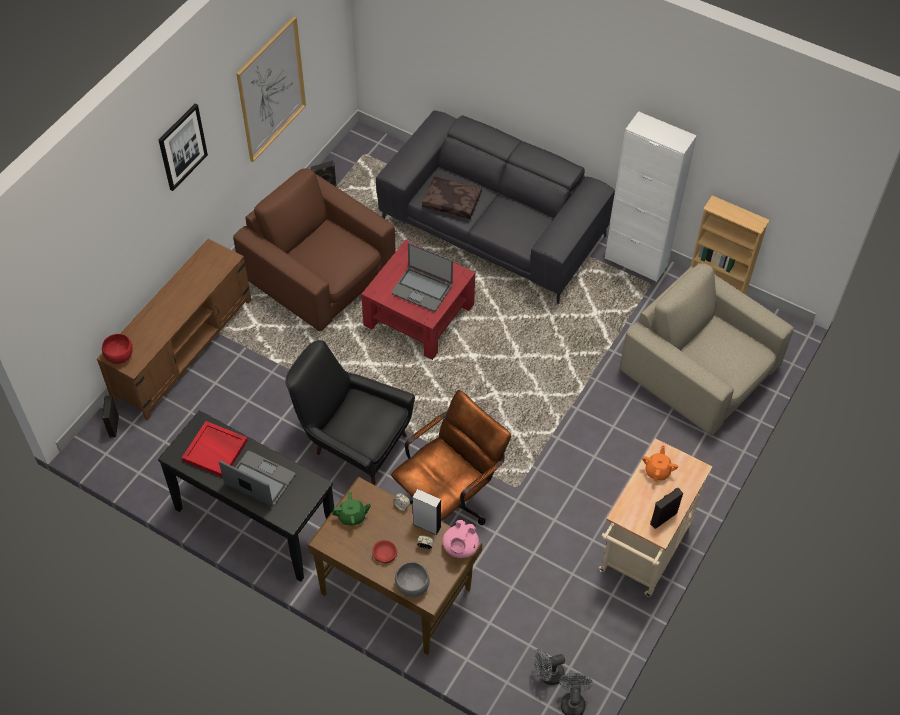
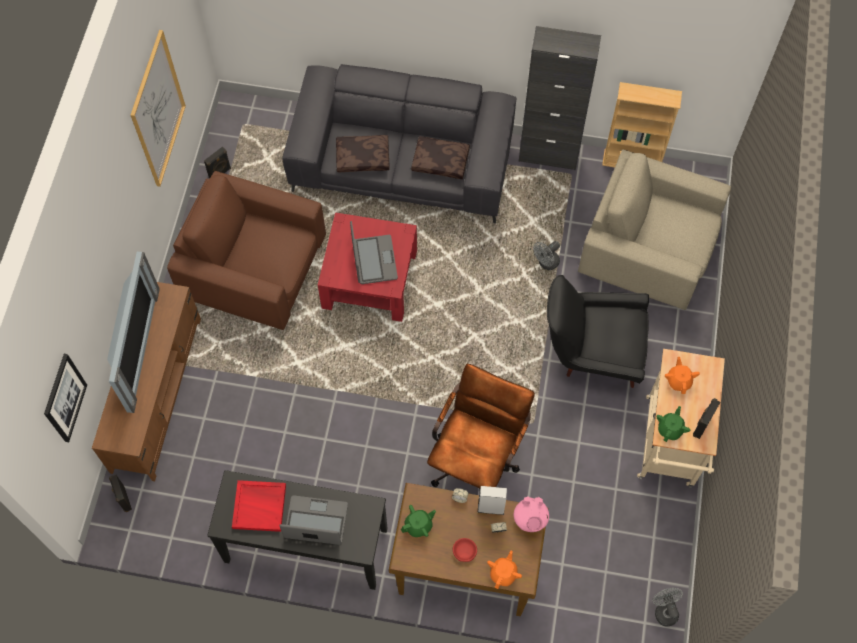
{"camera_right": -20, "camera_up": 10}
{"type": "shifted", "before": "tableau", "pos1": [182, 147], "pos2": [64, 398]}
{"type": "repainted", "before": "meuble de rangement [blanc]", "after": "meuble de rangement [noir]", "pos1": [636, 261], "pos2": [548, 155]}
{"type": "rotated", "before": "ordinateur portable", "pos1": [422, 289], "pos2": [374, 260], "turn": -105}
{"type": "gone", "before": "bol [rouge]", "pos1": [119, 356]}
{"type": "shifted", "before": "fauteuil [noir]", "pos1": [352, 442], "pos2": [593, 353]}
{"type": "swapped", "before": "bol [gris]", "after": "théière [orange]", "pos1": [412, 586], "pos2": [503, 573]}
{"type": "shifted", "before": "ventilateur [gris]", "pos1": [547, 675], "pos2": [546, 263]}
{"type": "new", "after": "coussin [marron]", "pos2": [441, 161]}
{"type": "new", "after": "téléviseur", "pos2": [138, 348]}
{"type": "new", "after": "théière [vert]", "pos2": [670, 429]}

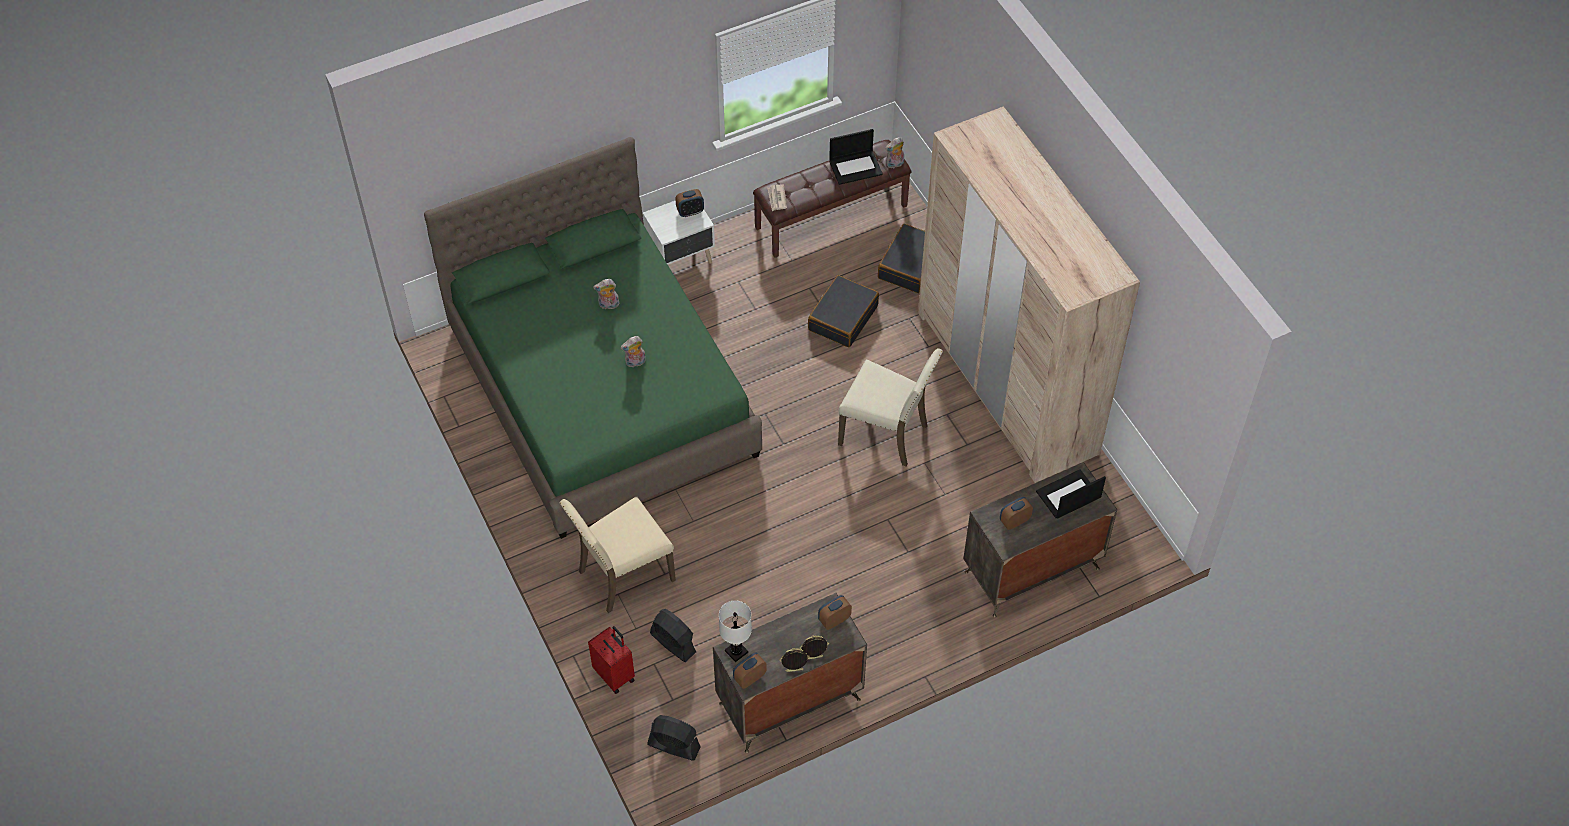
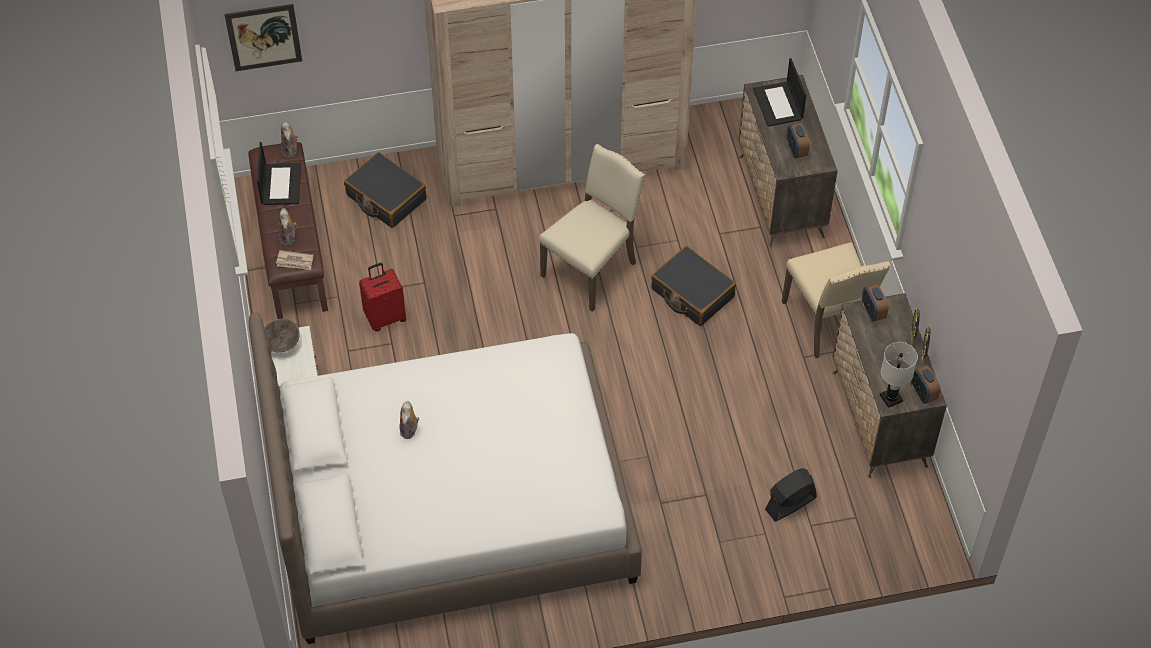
{"camera_right": -75, "camera_up": 0}
{"type": "repainted", "before": "lit [vert]", "after": "lit [blanc]", "pos1": [602, 390], "pos2": [451, 506]}
{"type": "swapped", "before": "réveil", "after": "bol [marron]", "pos1": [690, 212], "pos2": [281, 343]}
{"type": "shifted", "before": "valise [noir]", "pos1": [842, 318], "pos2": [692, 293]}
{"type": "shifted", "before": "peluche", "pos1": [635, 363], "pos2": [289, 238]}
{"type": "shifted", "before": "chaise [beige]", "pos1": [623, 575], "pos2": [828, 323]}
{"type": "shifted", "before": "valise [rouge]", "pos1": [615, 675], "pos2": [385, 317]}
{"type": "gone", "before": "ventilateur [noir]", "pos1": [673, 745]}
{"type": "new", "after": "tableau", "pos2": [263, 37]}

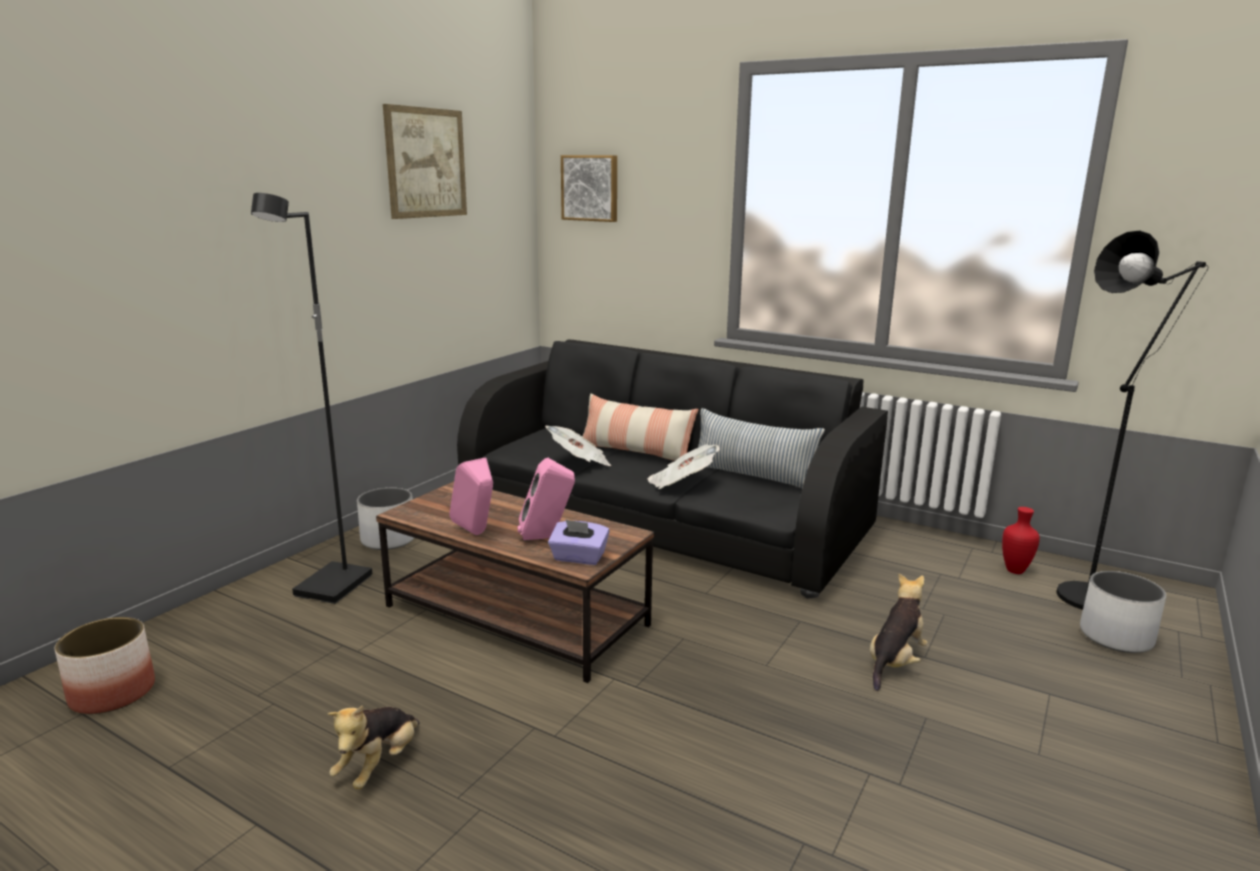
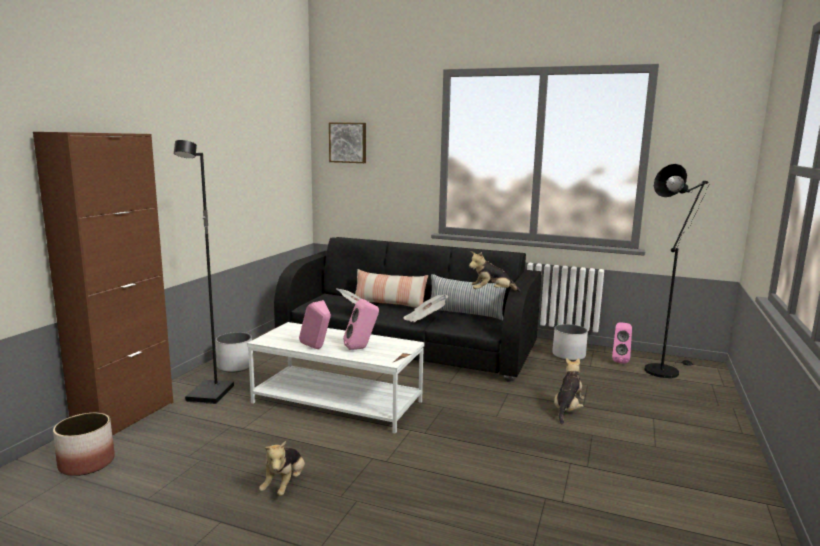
{"camera_right": -10, "camera_up": -5}
{"type": "gone", "before": "tableau", "pos1": [426, 163]}
{"type": "repainted", "before": "table basse [marron]", "after": "table basse [blanc]", "pos1": [517, 615], "pos2": [338, 402]}
{"type": "swapped", "before": "vase [rouge]", "after": "enceinte [rose]", "pos1": [1016, 570], "pos2": [620, 360]}
{"type": "gone", "before": "boîte à mouchoirs [violet]", "pos1": [578, 558]}
{"type": "shifted", "before": "cache-pot [blanc]", "pos1": [1116, 636], "pos2": [568, 355]}
{"type": "new", "after": "meuble de rangement [marron]", "pos2": [125, 417]}
{"type": "new", "after": "peluche", "pos2": [491, 292]}

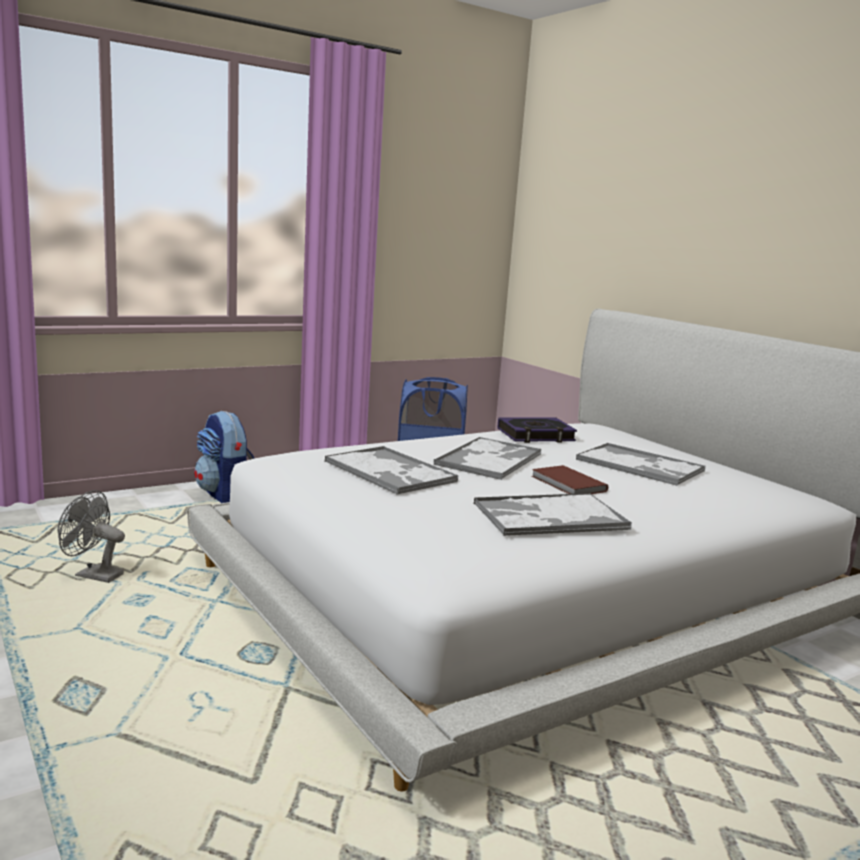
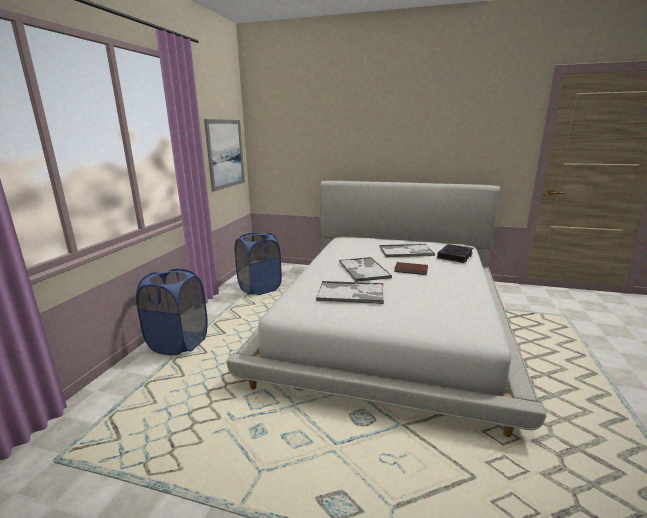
{"camera_right": -40, "camera_up": 5}
{"type": "swapped", "before": "sac à dos", "after": "panier à linge [bleu]", "pos1": [225, 495], "pos2": [179, 343]}
{"type": "shifted", "before": "livre", "pos1": [535, 435], "pos2": [455, 256]}
{"type": "gone", "before": "ventilateur [gris]", "pos1": [93, 575]}
{"type": "gone", "before": "plateau", "pos1": [548, 517]}
{"type": "new", "after": "tableau", "pos2": [225, 154]}

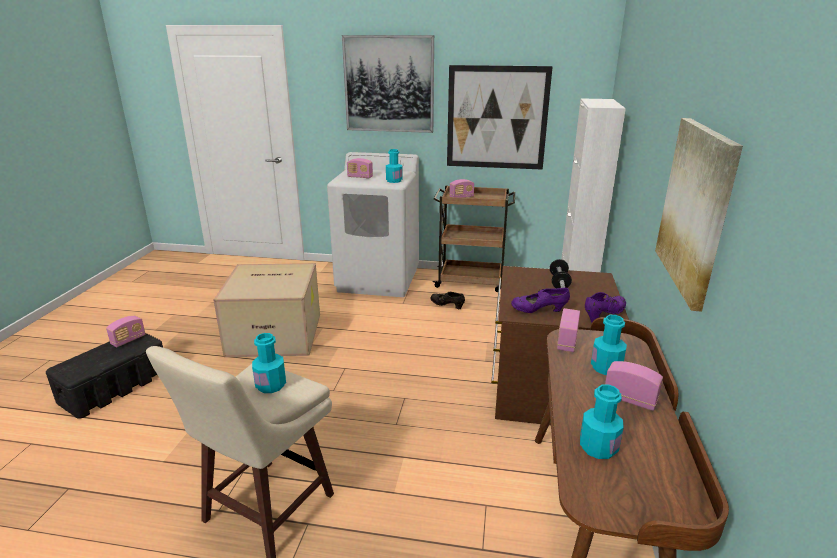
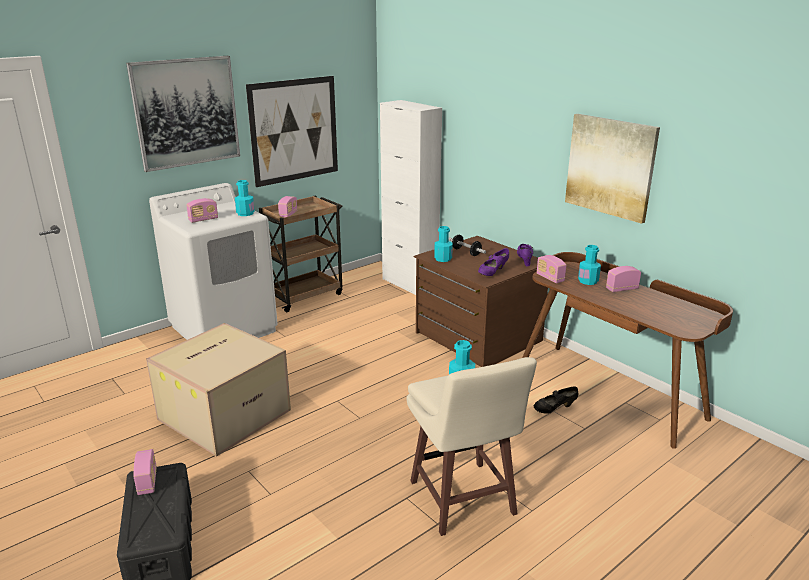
{"camera_right": -50, "camera_up": 0}
{"type": "shifted", "before": "chaussure [noir]", "pos1": [447, 306], "pos2": [554, 409]}
{"type": "shifted", "before": "bouteille [turquoise]", "pos1": [598, 447], "pos2": [443, 259]}

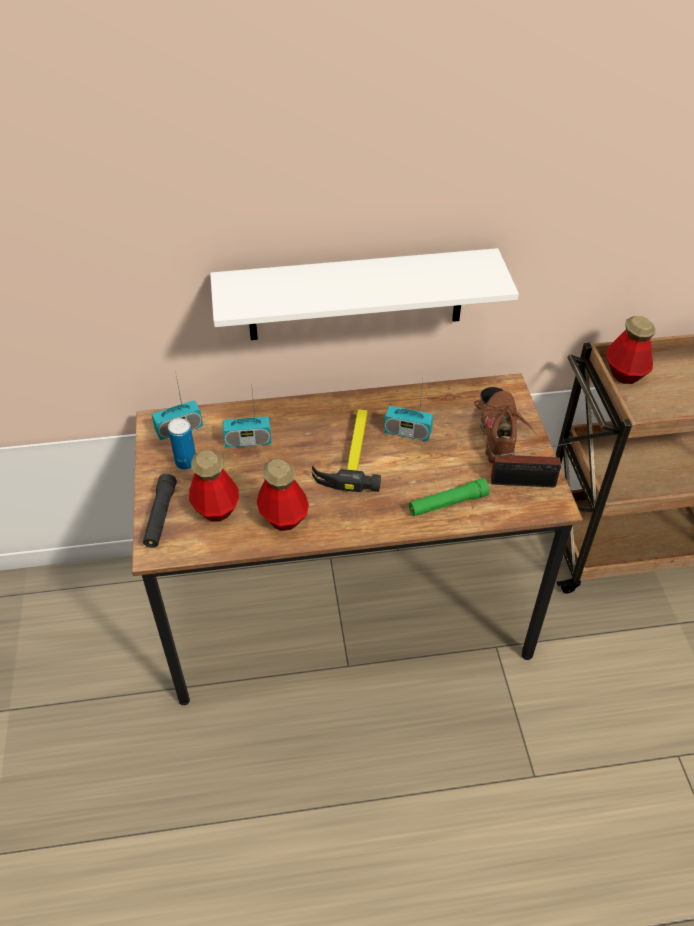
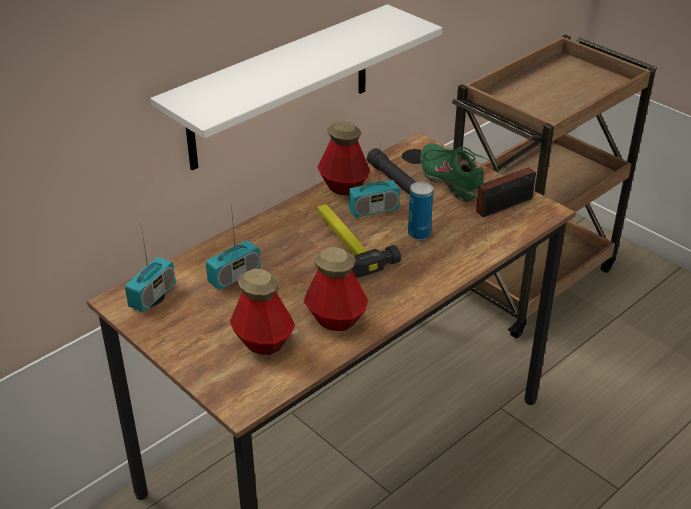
{"camera_right": -35, "camera_up": -10}
{"type": "shifted", "before": "bouteille", "pos1": [624, 373], "pos2": [343, 186]}
{"type": "repainted", "before": "chaussure [marron]", "after": "chaussure [vert]", "pos1": [500, 435], "pos2": [451, 180]}
{"type": "shifted", "before": "boîte métallique", "pos1": [186, 463], "pos2": [419, 234]}
{"type": "shifted", "before": "lampe de poche [noir]", "pos1": [160, 516], "pos2": [394, 180]}
{"type": "gone", "before": "lampe de poche [vert]", "pos1": [447, 503]}

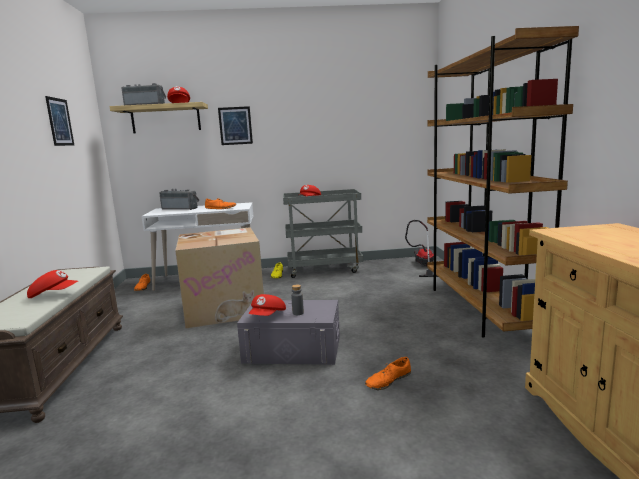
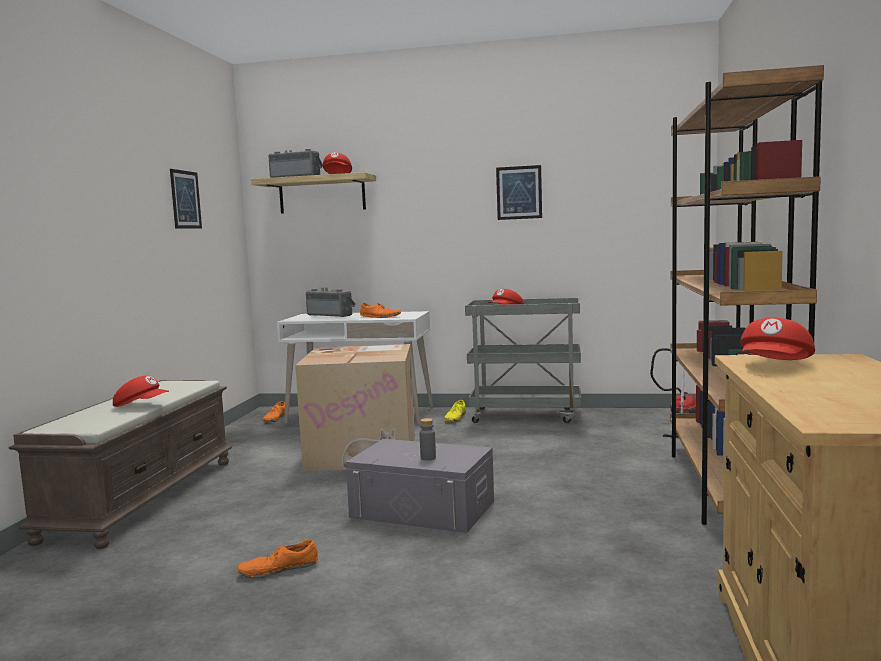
{"camera_right": 15, "camera_up": -5}
{"type": "shifted", "before": "tableau", "pos1": [235, 125], "pos2": [519, 192]}
{"type": "shifted", "before": "casquette [rouge]", "pos1": [268, 316], "pos2": [776, 366]}
{"type": "shifted", "before": "chaussure [orange]", "pos1": [388, 380], "pos2": [278, 569]}

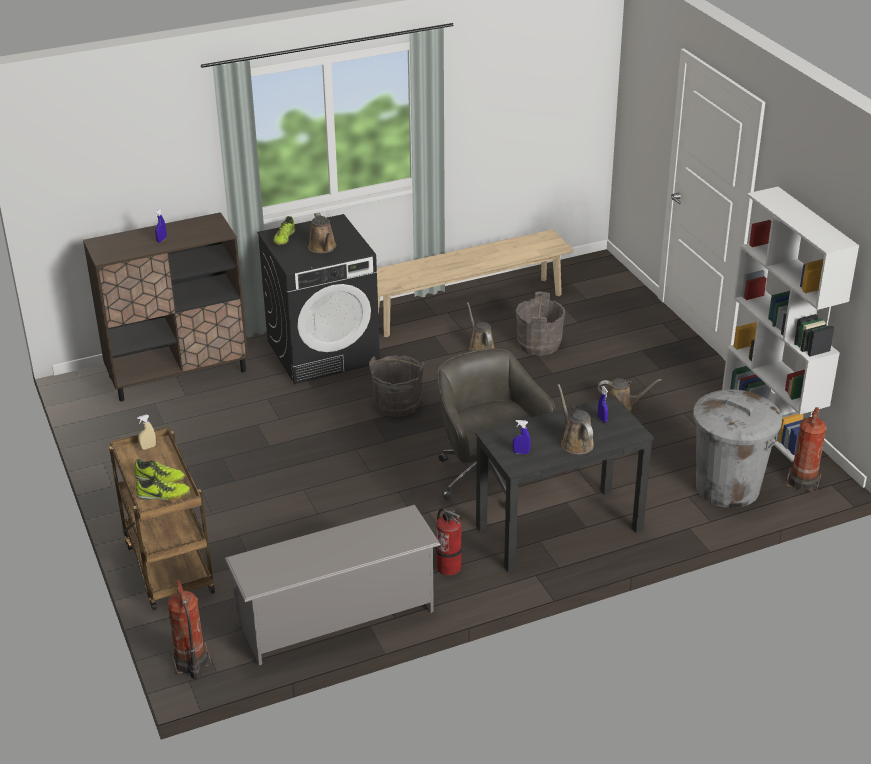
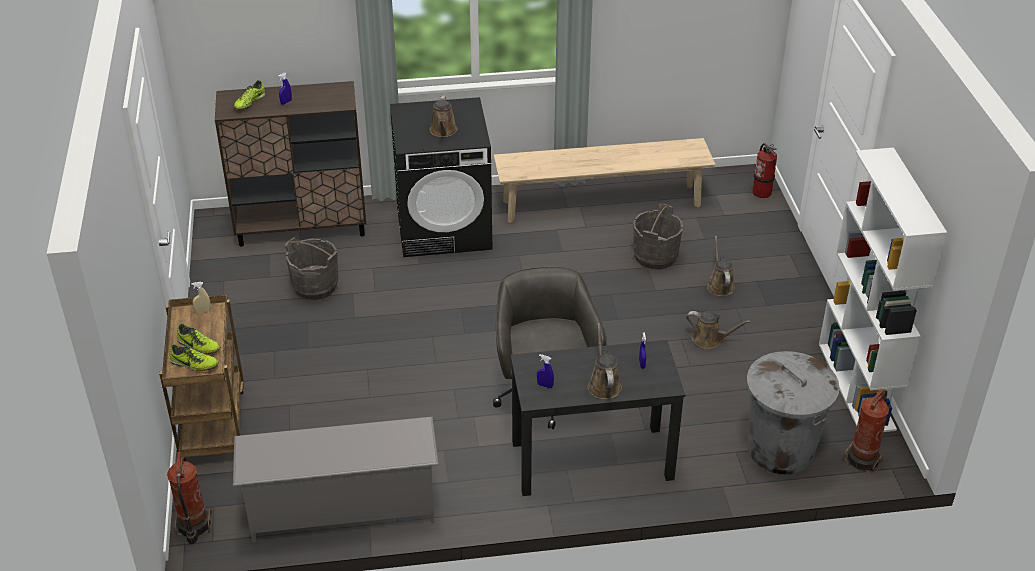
{"camera_right": 15, "camera_up": 5}
{"type": "shifted", "before": "chaussure", "pos1": [284, 238], "pos2": [249, 102]}
{"type": "shifted", "before": "arrosoir [marron]", "pos1": [480, 348], "pos2": [719, 285]}
{"type": "shifted", "before": "seau [gris]", "pos1": [397, 404], "pos2": [315, 286]}
{"type": "shifted", "before": "extincteur", "pos1": [449, 567], "pos2": [762, 192]}

